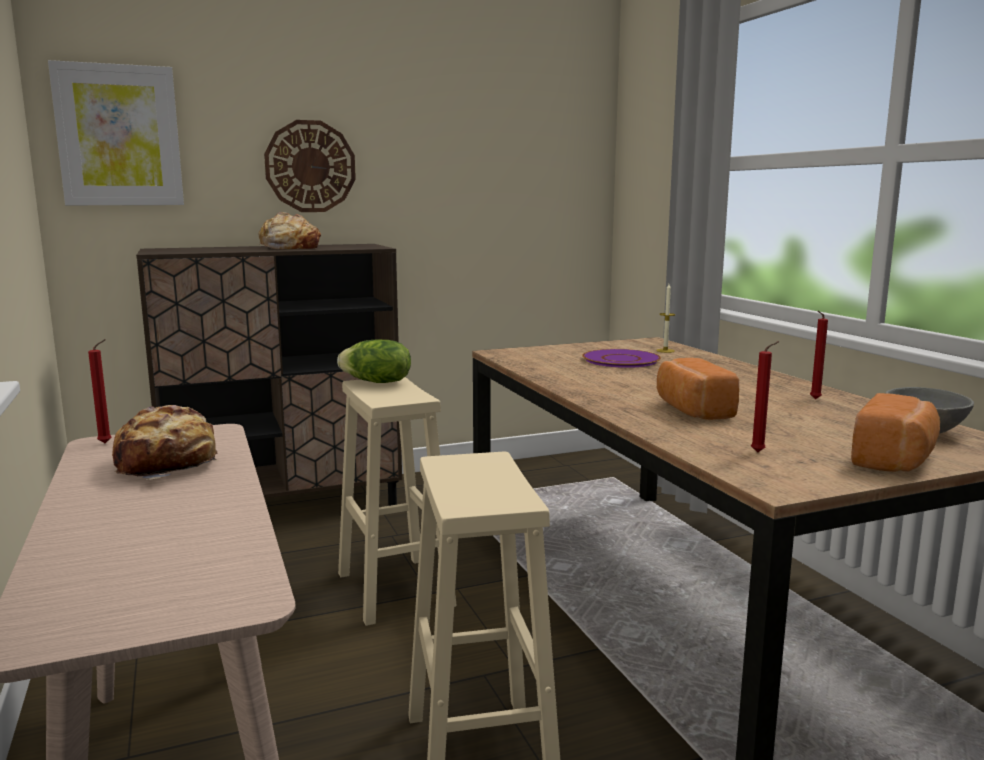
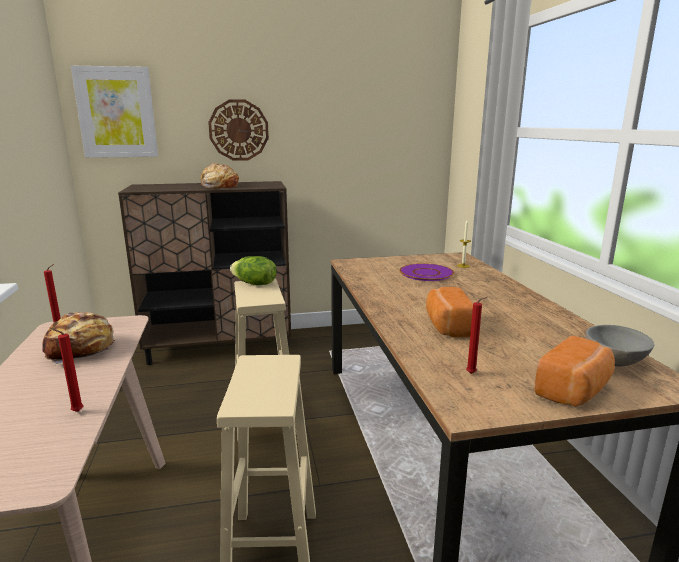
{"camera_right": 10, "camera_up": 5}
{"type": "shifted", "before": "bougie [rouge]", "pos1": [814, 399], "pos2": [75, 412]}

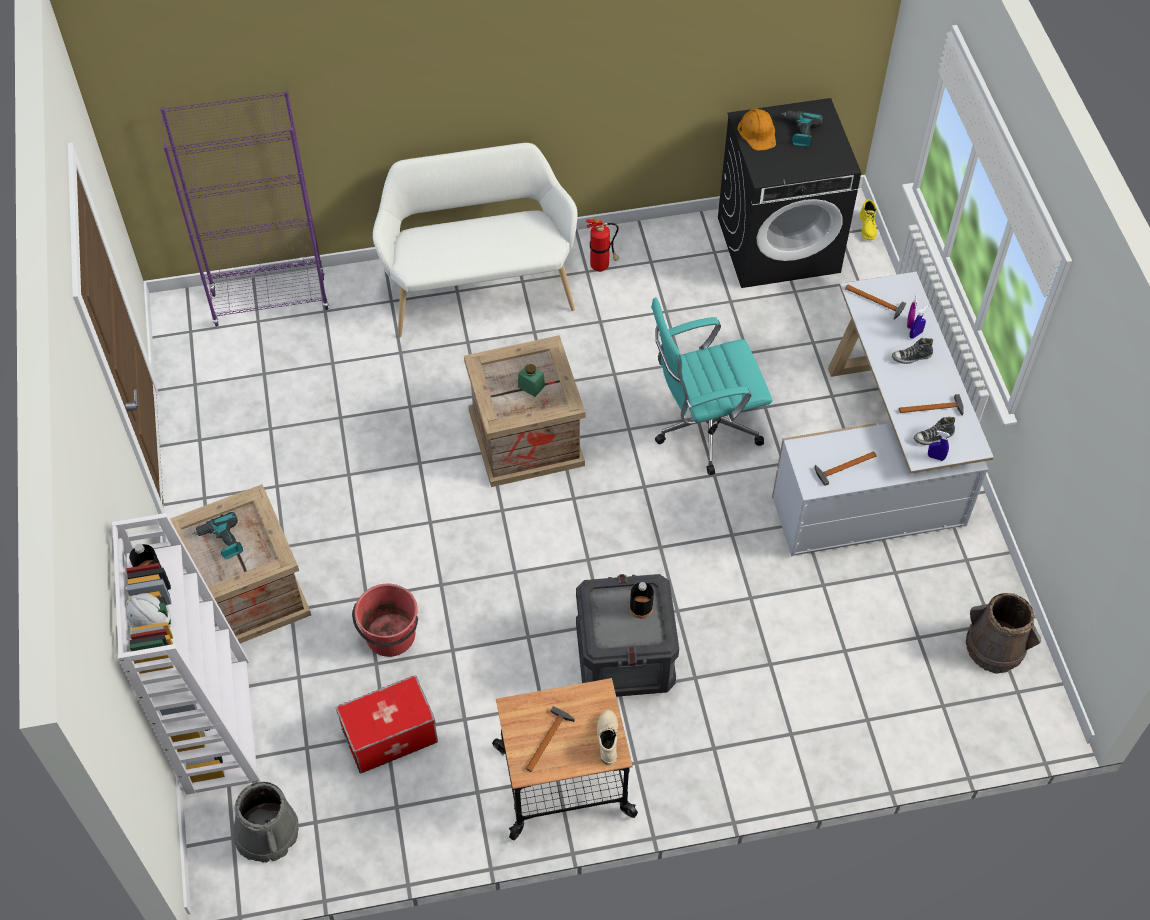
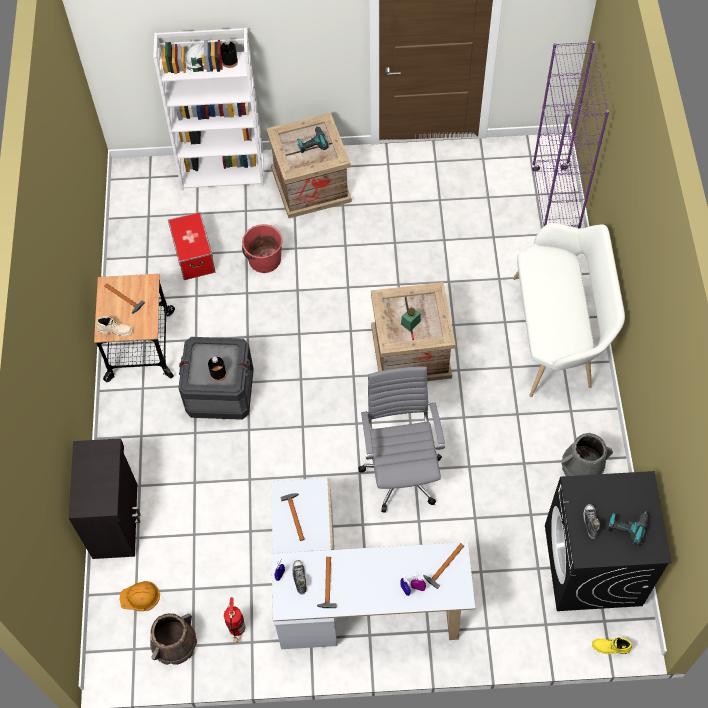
{"camera_right": 100, "camera_up": 5}
{"type": "shifted", "before": "casque de chantier [orange]", "pos1": [758, 132], "pos2": [140, 597]}
{"type": "shifted", "before": "extincteur", "pos1": [602, 266], "pos2": [237, 630]}
{"type": "repainted", "before": "chaise de bureau [turquoise]", "after": "chaise de bureau [gris]", "pos1": [702, 430], "pos2": [401, 471]}
{"type": "shifted", "before": "chaussure", "pos1": [911, 357], "pos2": [590, 522]}
{"type": "shifted", "before": "seau [gris]", "pos1": [267, 832], "pos2": [582, 465]}
{"type": "new", "after": "meuble de rangement [noir]", "pos2": [116, 520]}

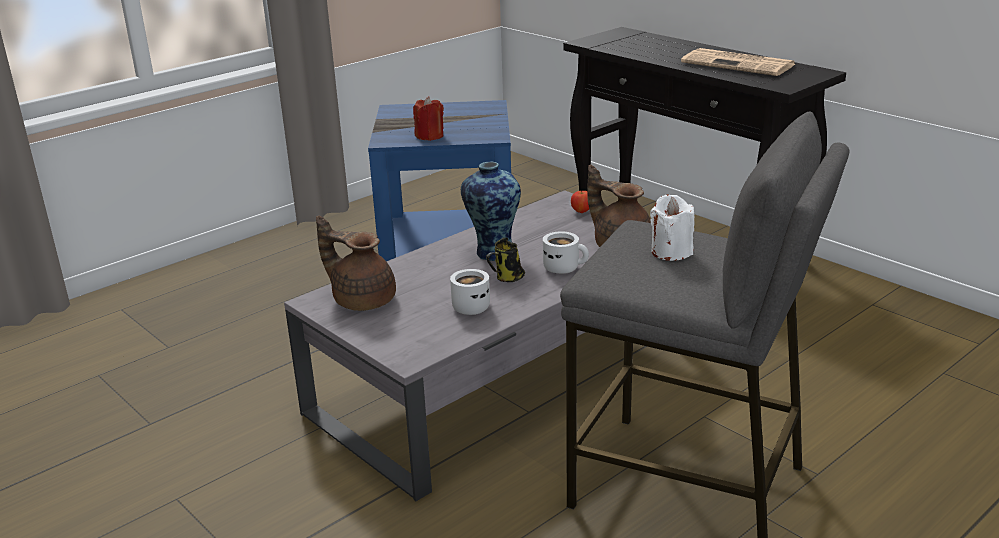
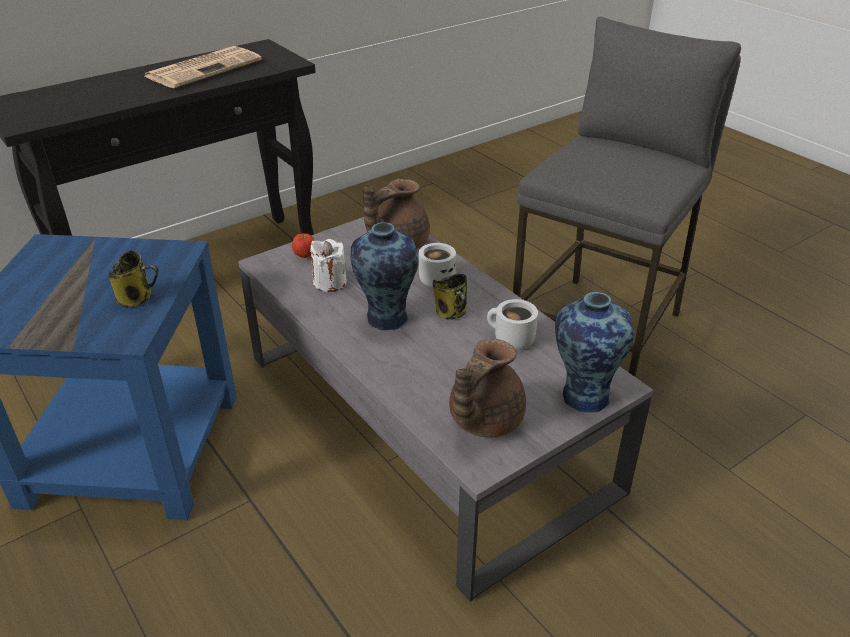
{"camera_right": -85, "camera_up": 10}
{"type": "swapped", "before": "bougie [rouge]", "after": "mug", "pos1": [429, 136], "pos2": [137, 298]}
{"type": "shifted", "before": "bougie [blanc]", "pos1": [671, 252], "pos2": [329, 282]}
{"type": "new", "after": "vase", "pos2": [583, 395]}

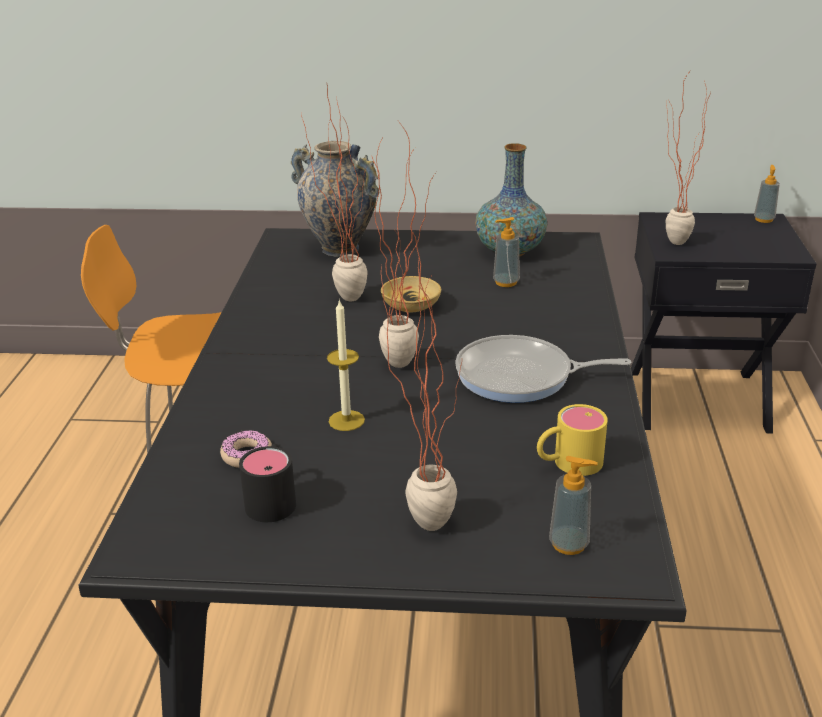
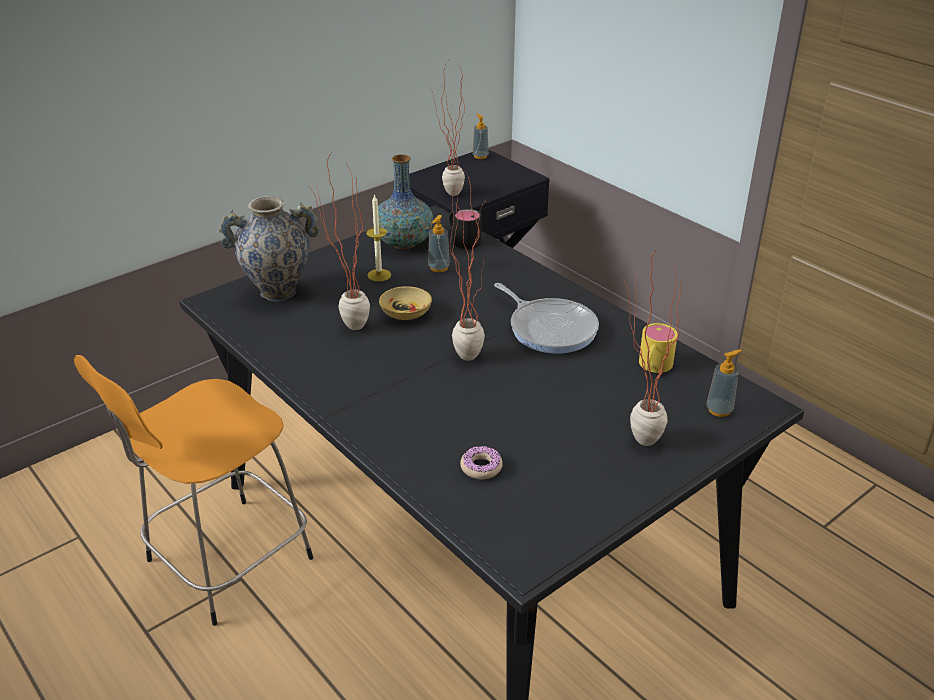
{"camera_right": -45, "camera_up": 5}
{"type": "shifted", "before": "bougie", "pos1": [346, 420], "pos2": [379, 275]}
{"type": "rotated", "before": "poêle", "pos1": [520, 377], "pos2": [550, 328], "turn": -90}
{"type": "shifted", "before": "mug [noir]", "pos1": [273, 498], "pos2": [463, 239]}

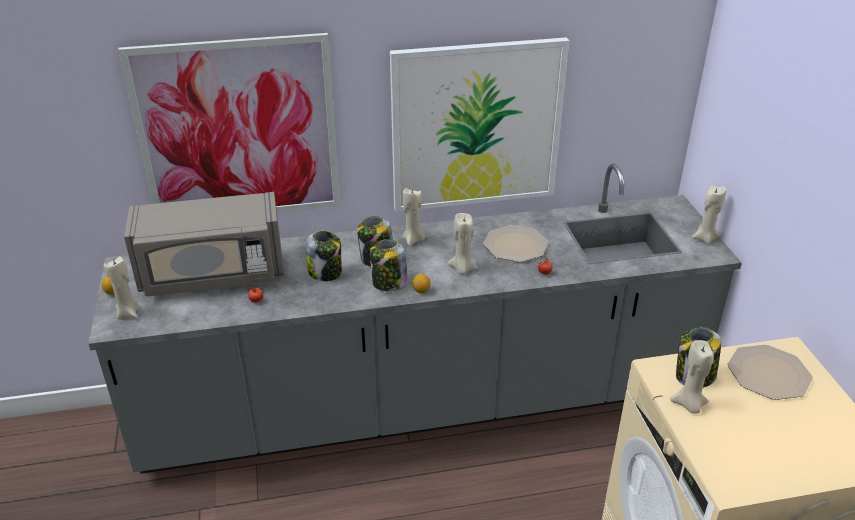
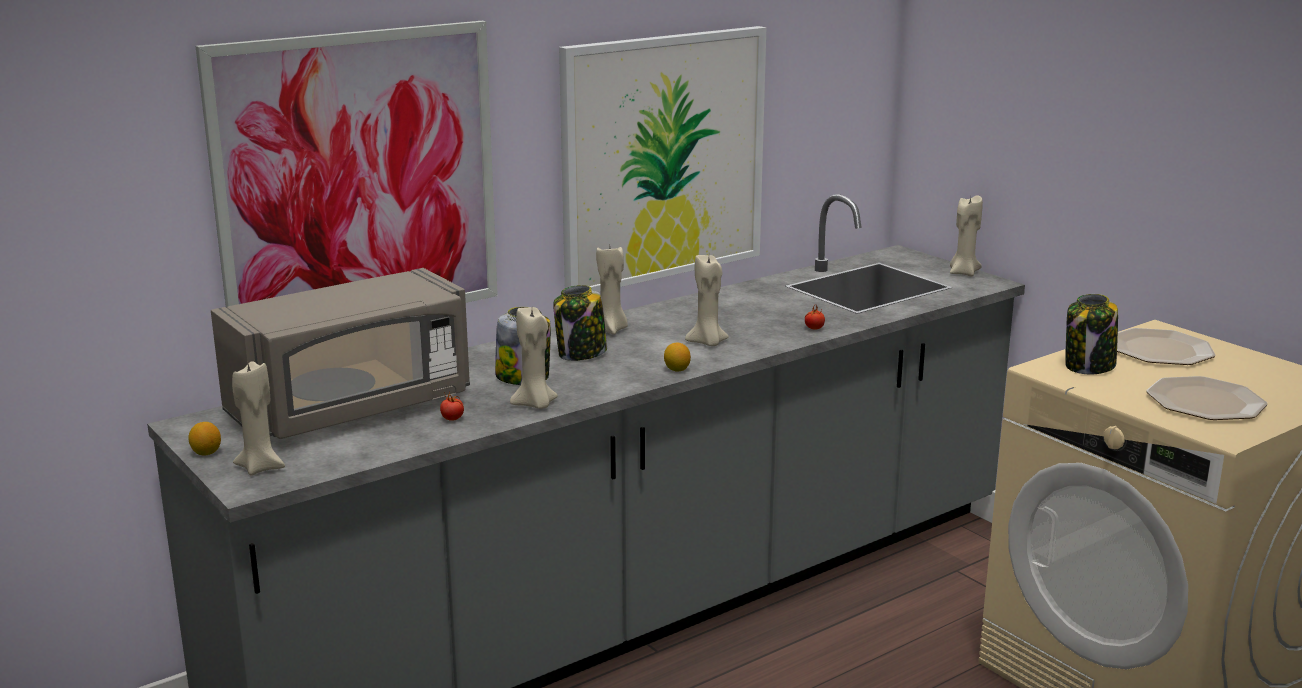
{"camera_right": -25, "camera_up": -15}
{"type": "shifted", "before": "assiette", "pos1": [516, 245], "pos2": [1205, 401]}
{"type": "gone", "before": "bocal", "pos1": [389, 283]}
{"type": "shifted", "before": "bougie [beige]", "pos1": [689, 405], "pos2": [535, 405]}

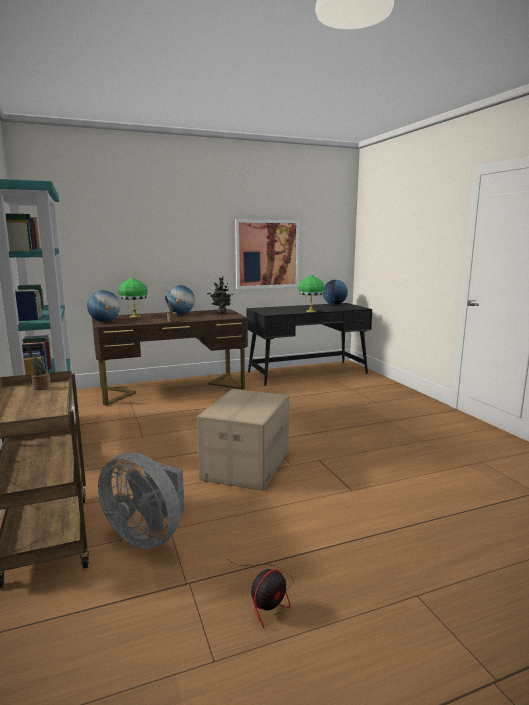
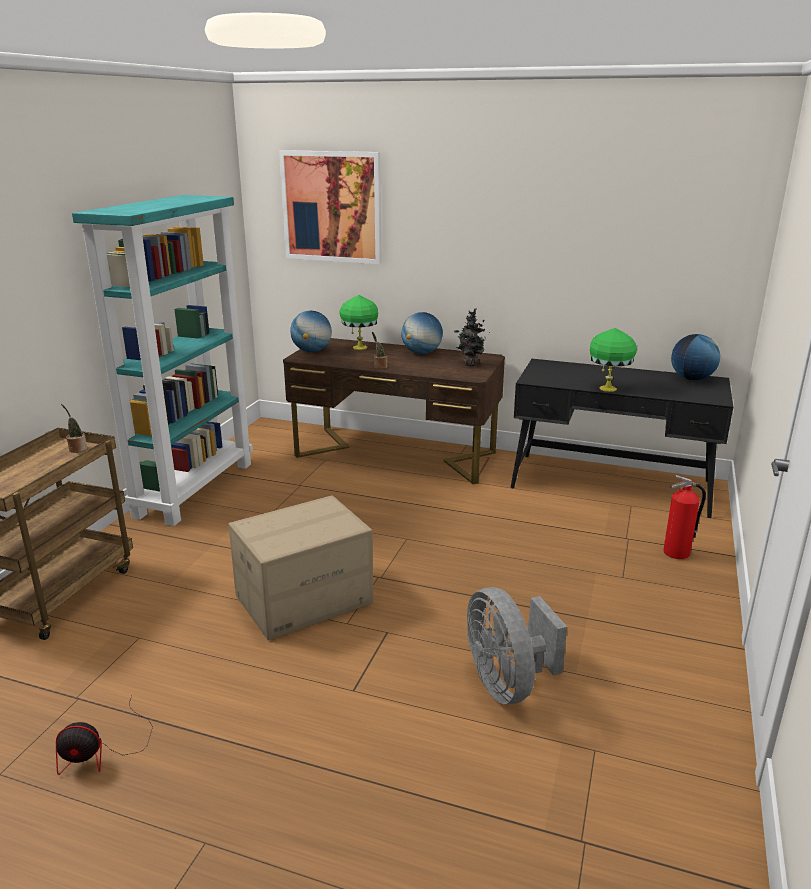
{"camera_right": 40, "camera_up": 10}
{"type": "shifted", "before": "tableau", "pos1": [267, 254], "pos2": [331, 207]}
{"type": "shifted", "before": "ventilateur [gris]", "pos1": [147, 535], "pos2": [507, 683]}
{"type": "new", "after": "extincteur", "pos2": [677, 553]}

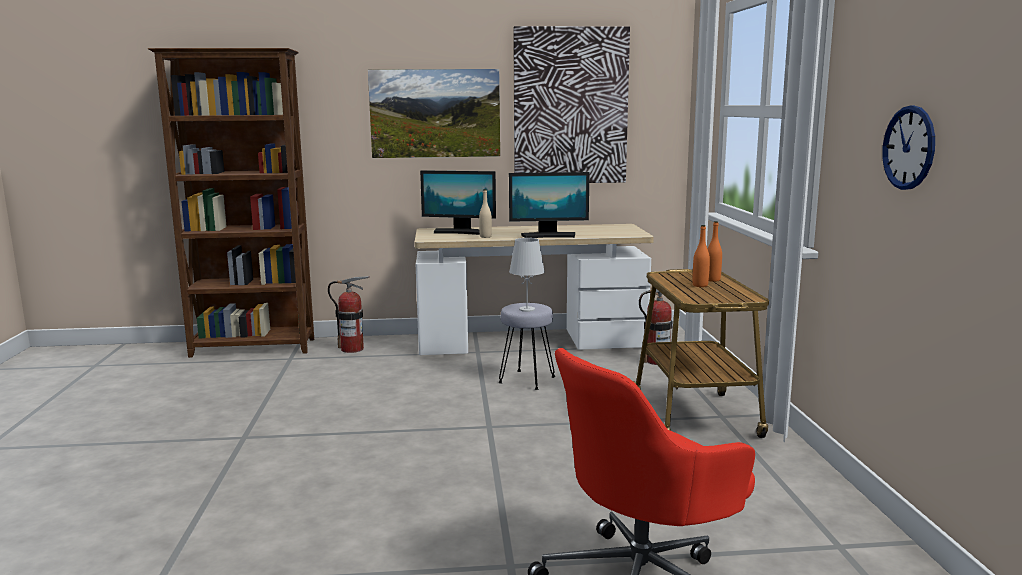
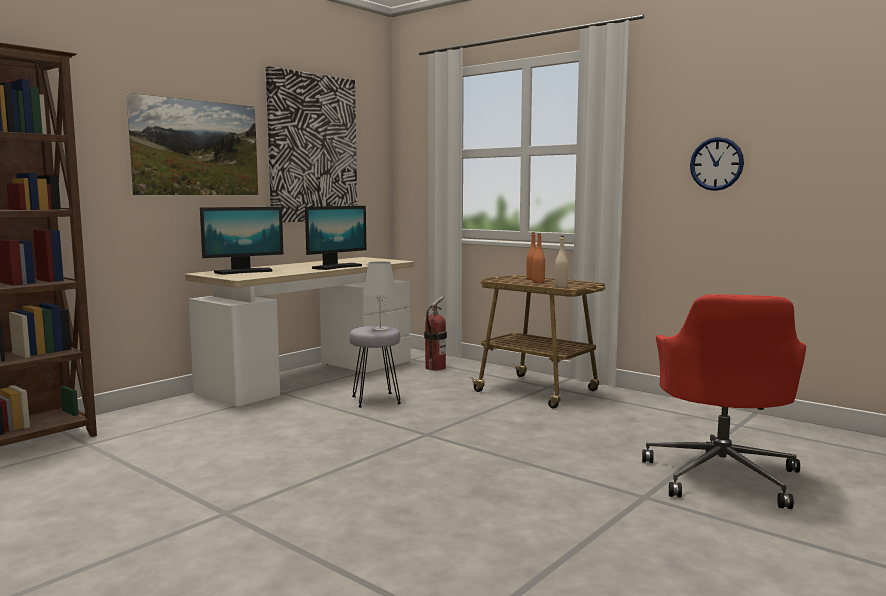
{"camera_right": -45, "camera_up": -5}
{"type": "shifted", "before": "bouteille [beige]", "pos1": [485, 237], "pos2": [561, 287]}
{"type": "gone", "before": "extincteur", "pos1": [352, 349]}

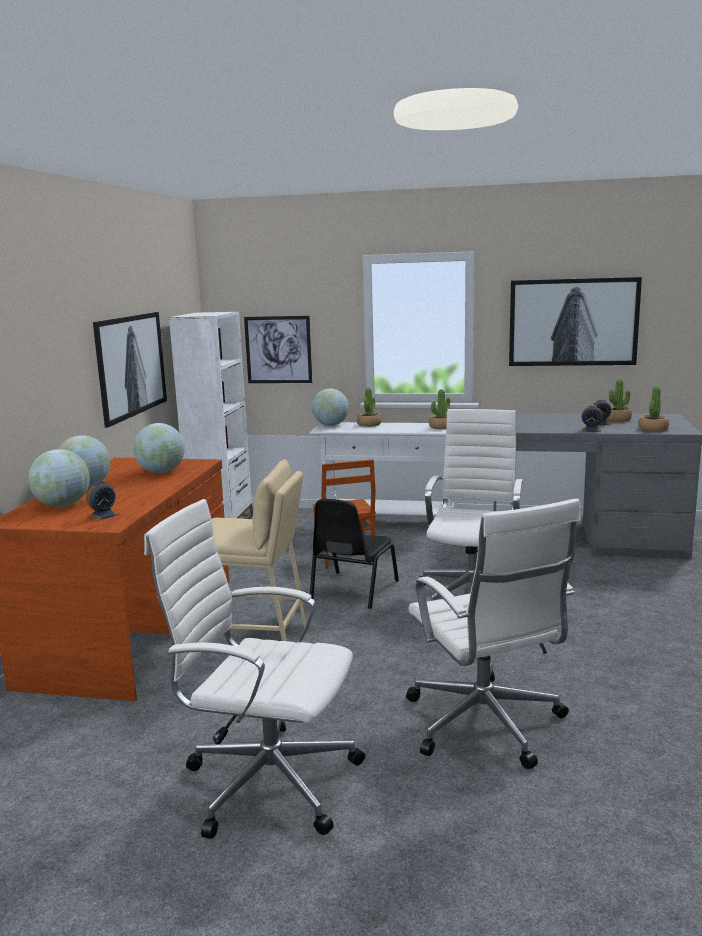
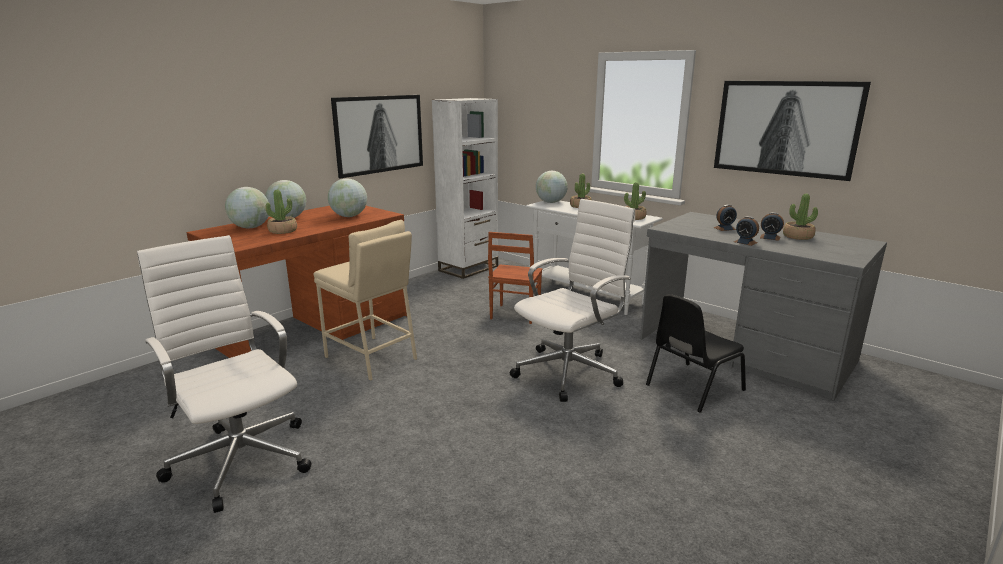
{"camera_right": 30, "camera_up": 5}
{"type": "gone", "before": "tableau", "pos1": [278, 349]}
{"type": "shifted", "before": "plante en pot", "pos1": [653, 429], "pos2": [283, 231]}
{"type": "shifted", "before": "réveil", "pos1": [103, 515], "pos2": [724, 228]}
{"type": "shifted", "before": "chaise [noir]", "pos1": [353, 590], "pos2": [692, 387]}
{"type": "gone", "before": "chaise de bureau [blanc]", "pos1": [485, 725]}

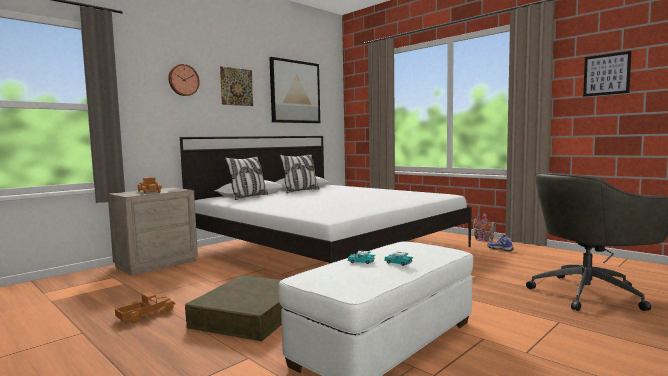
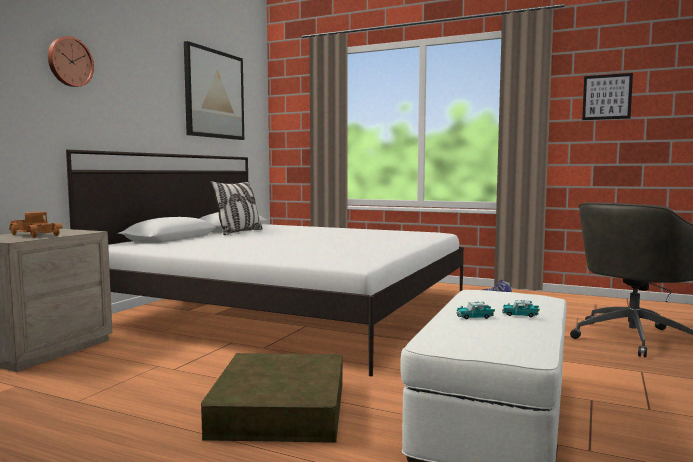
{"camera_right": -20, "camera_up": 0}
{"type": "gone", "before": "tableau", "pos1": [236, 87]}
{"type": "gone", "before": "coussin", "pos1": [248, 197]}
{"type": "gone", "before": "maison miniature", "pos1": [483, 240]}
{"type": "gone", "before": "camion jouet", "pos1": [146, 314]}

